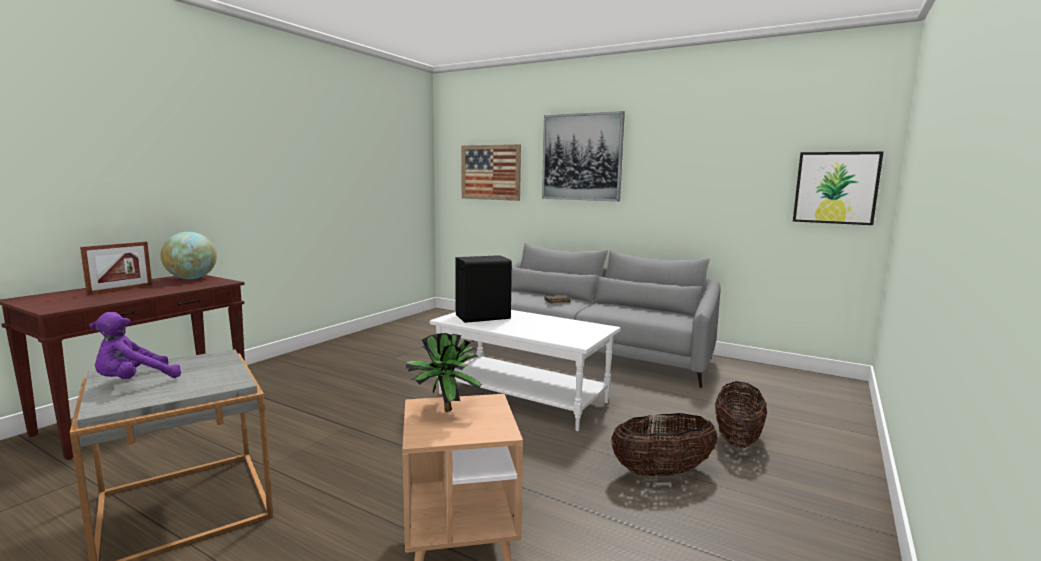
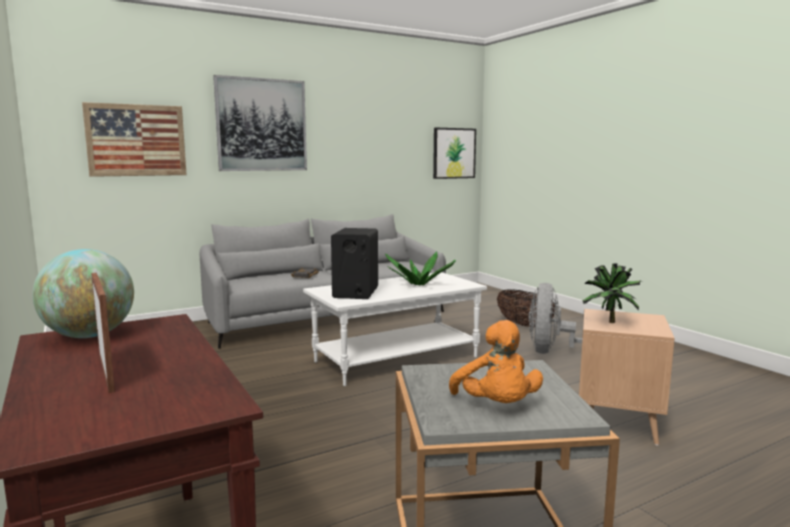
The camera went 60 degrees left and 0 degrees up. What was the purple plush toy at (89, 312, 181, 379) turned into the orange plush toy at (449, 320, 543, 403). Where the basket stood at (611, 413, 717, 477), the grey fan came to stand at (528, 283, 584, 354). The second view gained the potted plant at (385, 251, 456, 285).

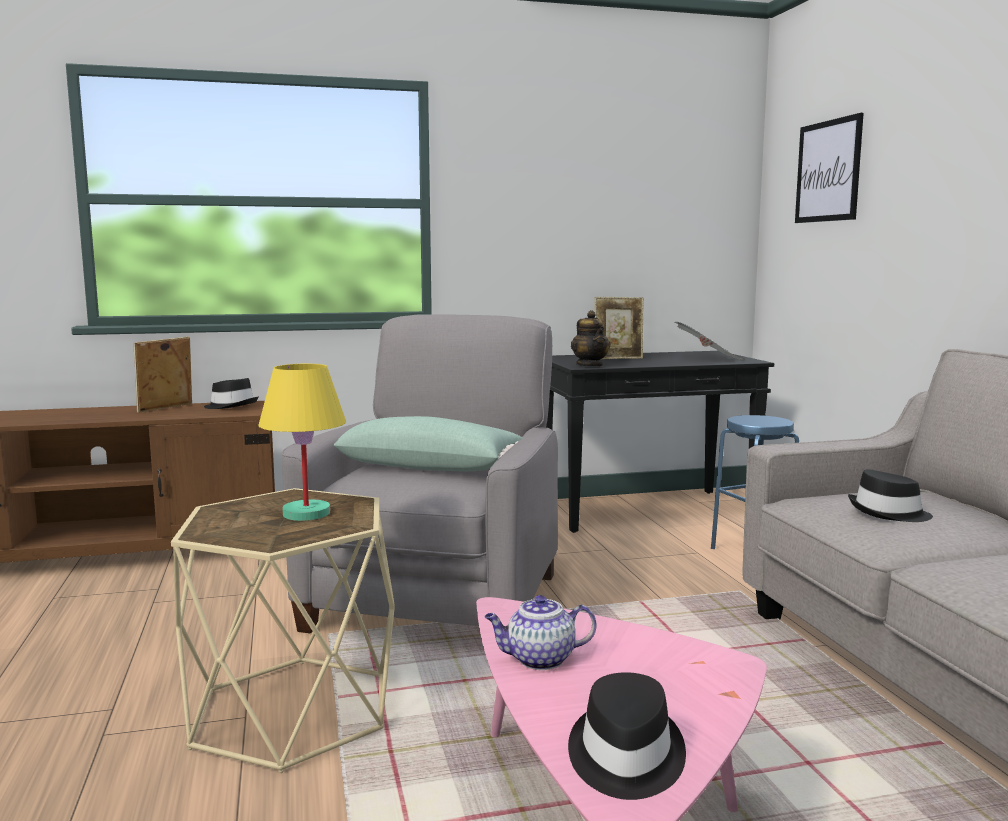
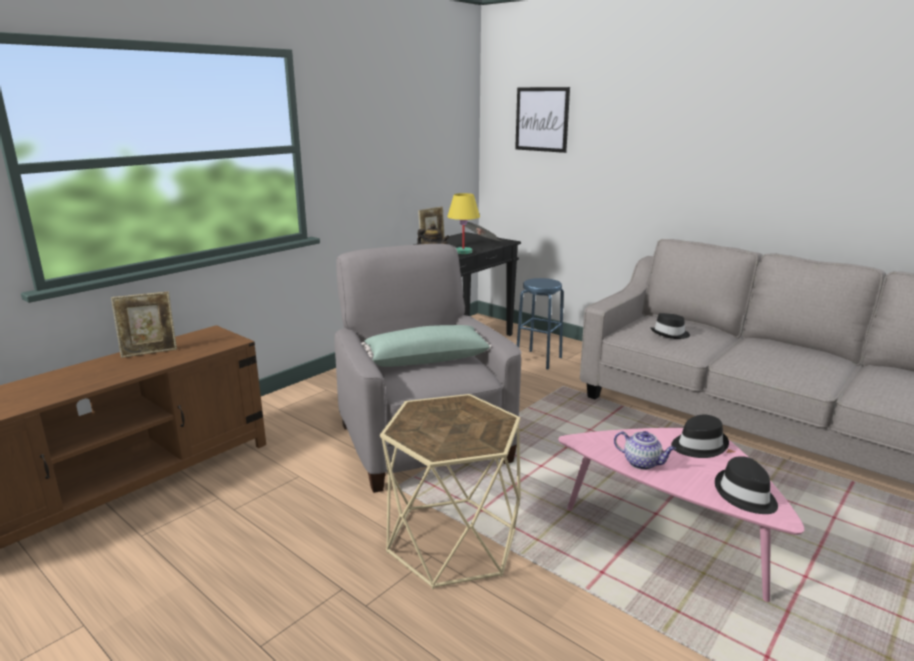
The camera went 35 degrees left and 10 degrees up. The picture frame at (133, 337, 192, 413) ended up facing another way, 120 degrees counterclockwise from before. The yellow table lamp ended up elsewhere, having gone from (258, 363, 346, 521) to (447, 193, 480, 254). The black hat ended up elsewhere, having gone from (204, 378, 259, 409) to (671, 414, 729, 458). The teapot at (484, 595, 596, 670) ended up facing another way, 105 degrees counterclockwise from before.

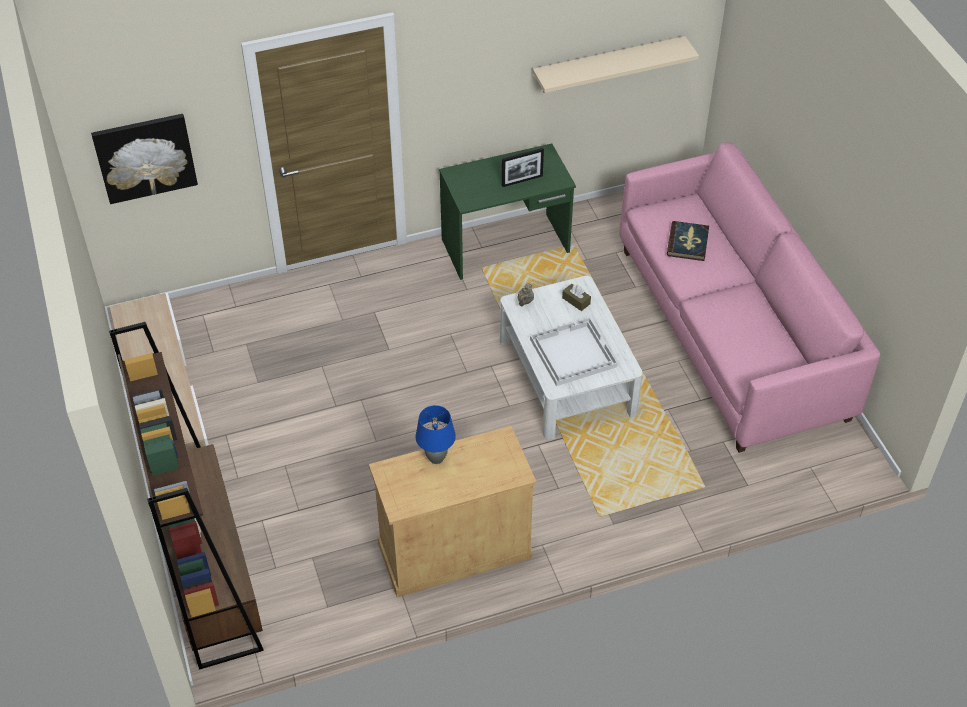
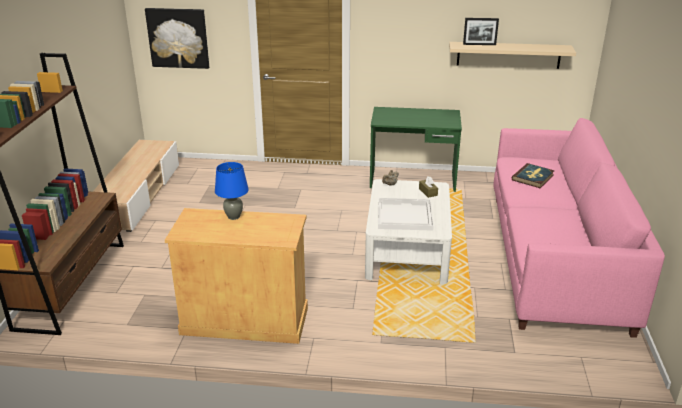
The camera went 25 degrees right and 20 degrees down. The picture frame ended up elsewhere, having gone from (502, 148, 544, 187) to (463, 18, 499, 45).

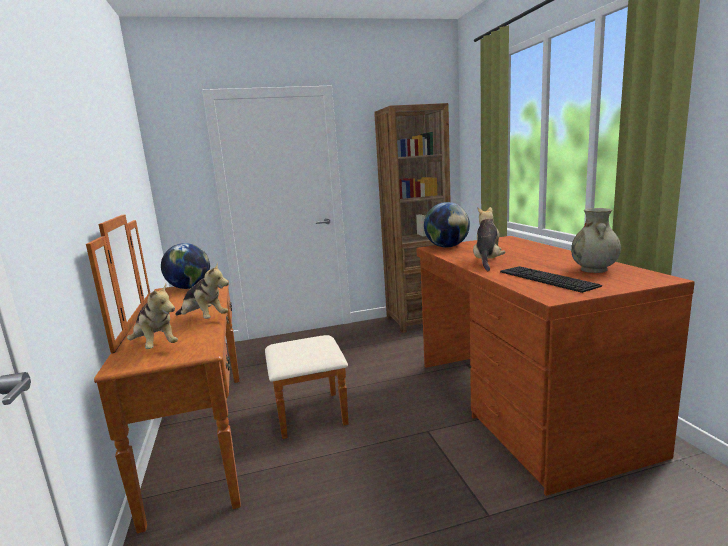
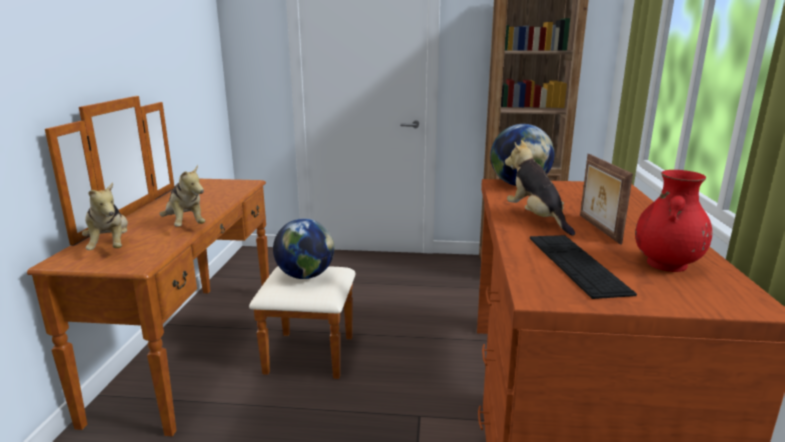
The camera went 20 degrees right and 5 degrees up. The plush toy at (473, 207, 505, 271) ended up facing another way, 60 degrees counterclockwise from before. What was the beige vase at (571, 208, 621, 273) turned into the red vase at (635, 170, 712, 272). The globe ended up elsewhere, having gone from (161, 243, 210, 289) to (273, 218, 334, 279). The second view gained the picture frame at (580, 154, 633, 245).

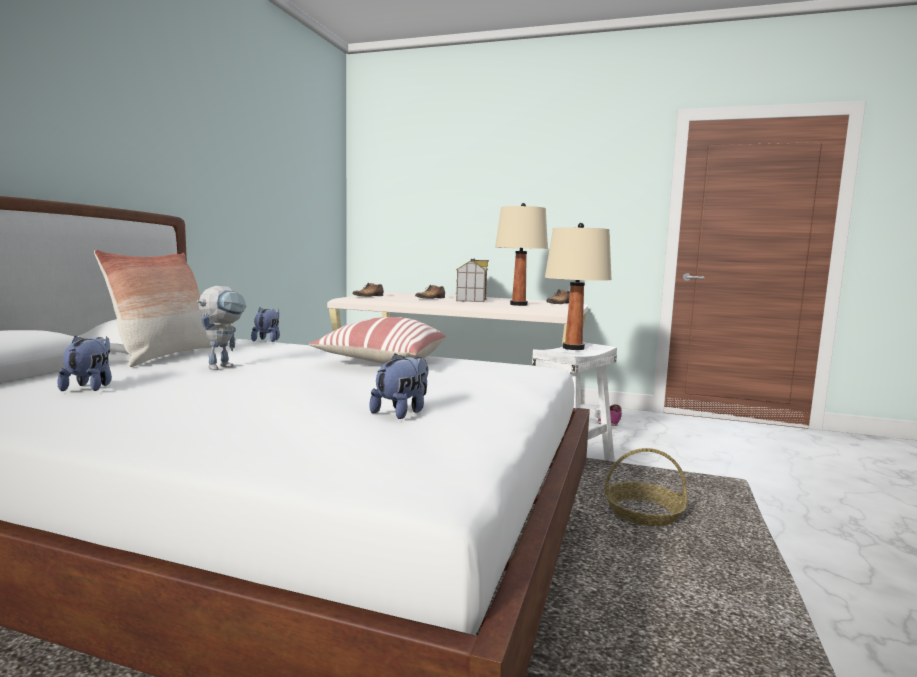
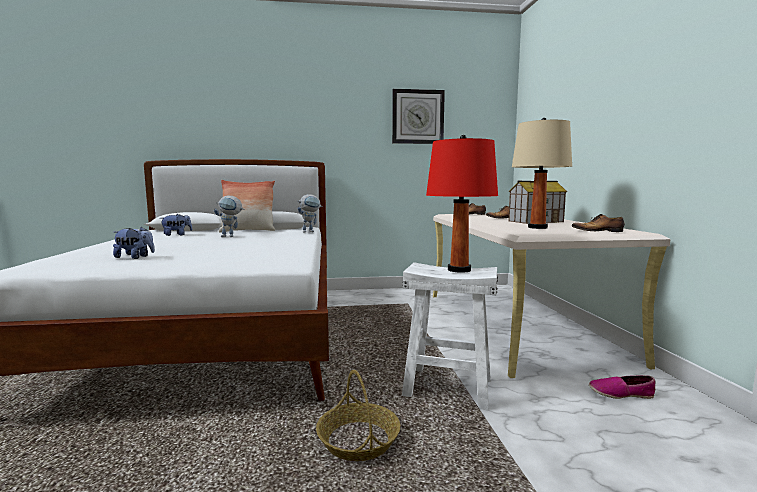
The camera went 65 degrees right and 0 degrees up. What was the beige table lamp at (545, 223, 612, 350) turned into the red table lamp at (426, 135, 498, 273). Where the plush toy stood at (251, 307, 280, 342), the toy robot came to stand at (297, 194, 323, 233). The second view lost the pillow at (309, 317, 446, 364). The second view gained the wall clock at (392, 89, 445, 144).

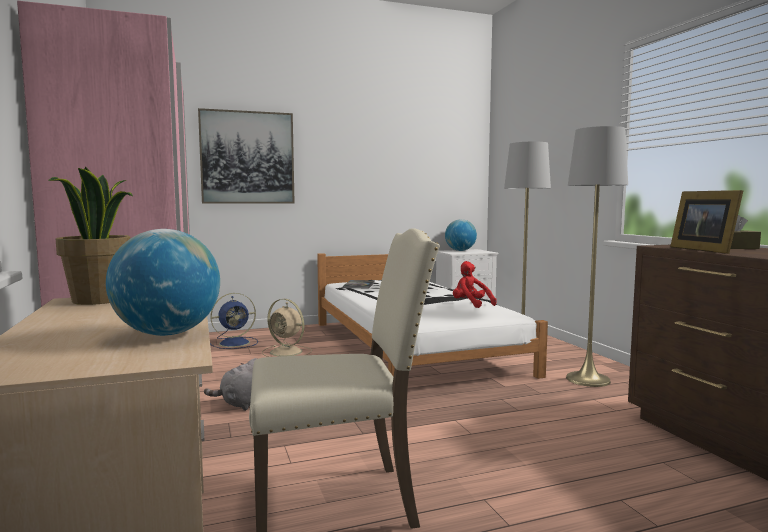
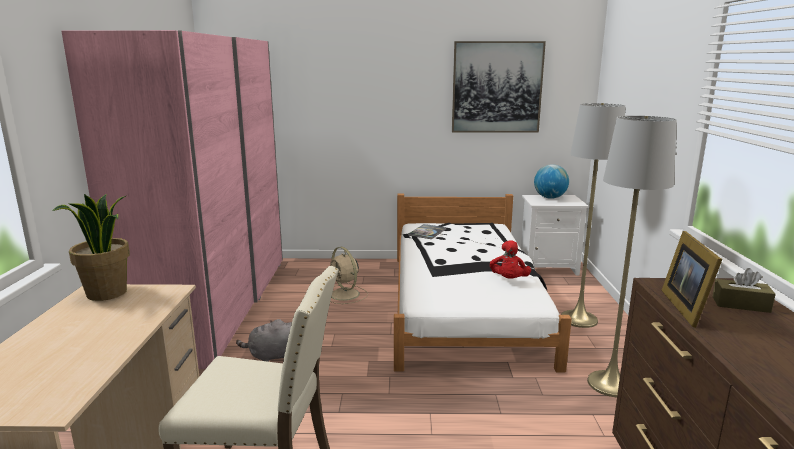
The camera went 20 degrees right and 10 degrees up. The picture ended up elsewhere, having gone from (198, 108, 295, 204) to (452, 41, 546, 133). The second view lost the globe at (106, 229, 220, 336). The red plush toy at (453, 261, 497, 308) ended up facing another way, 150 degrees counterclockwise from before. The second view lost the blue fan at (210, 293, 258, 349).

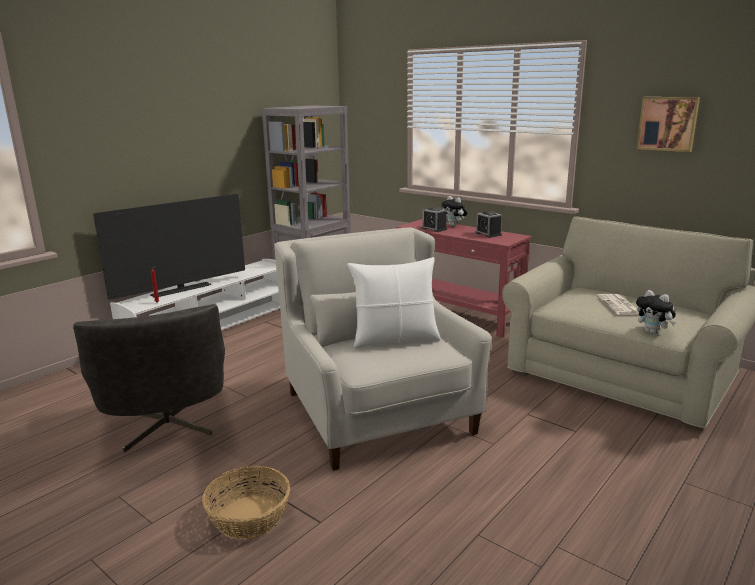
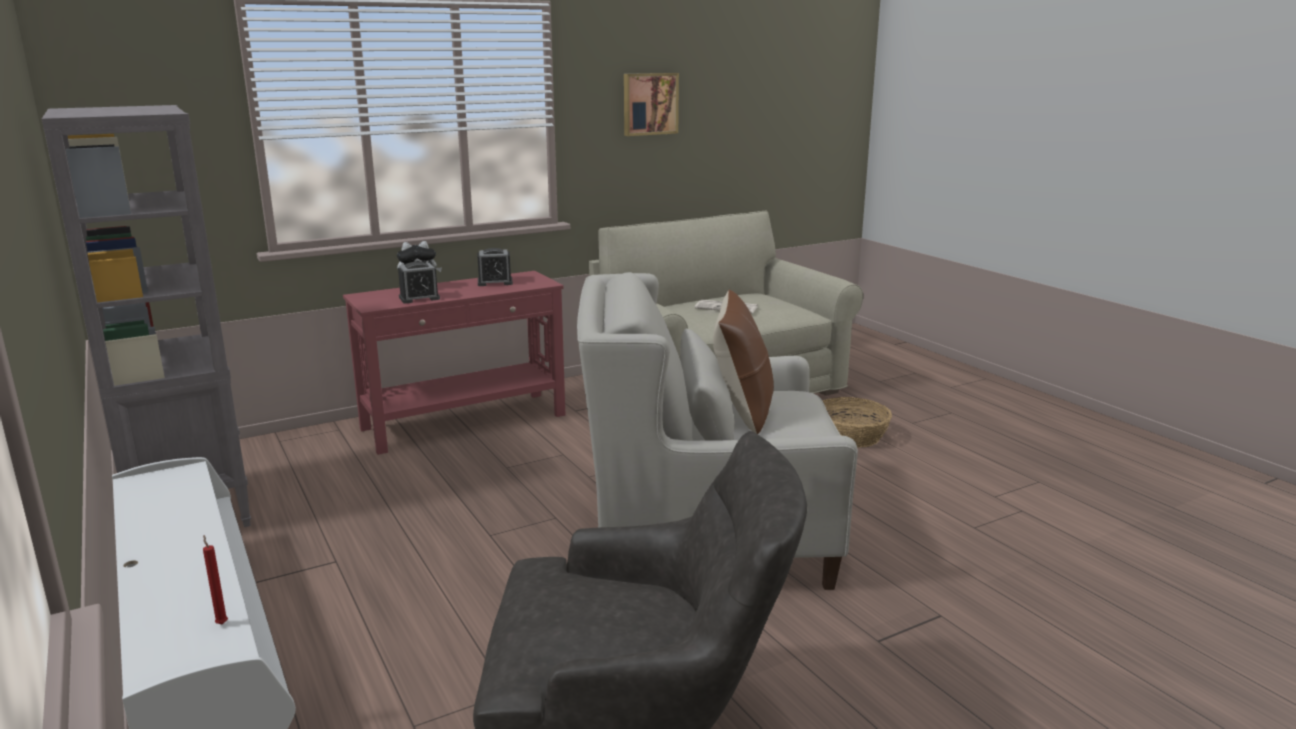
The camera went 70 degrees left and 0 degrees up. The second view lost the television at (93, 194, 245, 300). What was the white pillow at (347, 257, 441, 348) turned into the brown pillow at (713, 290, 774, 434). The second view lost the plush toy at (636, 290, 676, 334). The basket ended up elsewhere, having gone from (202, 466, 290, 539) to (823, 397, 892, 448).

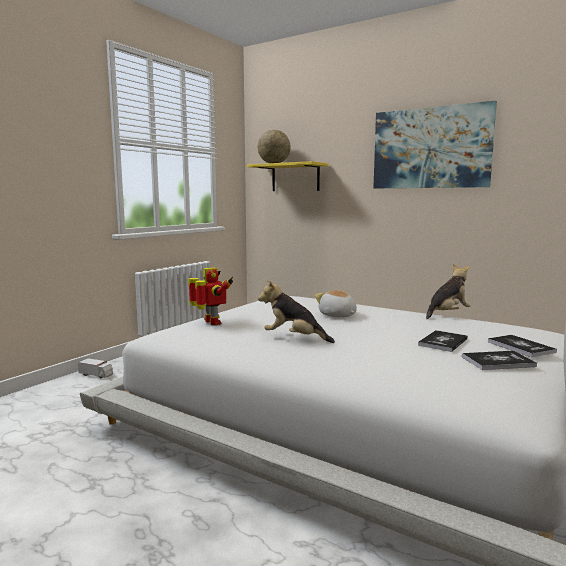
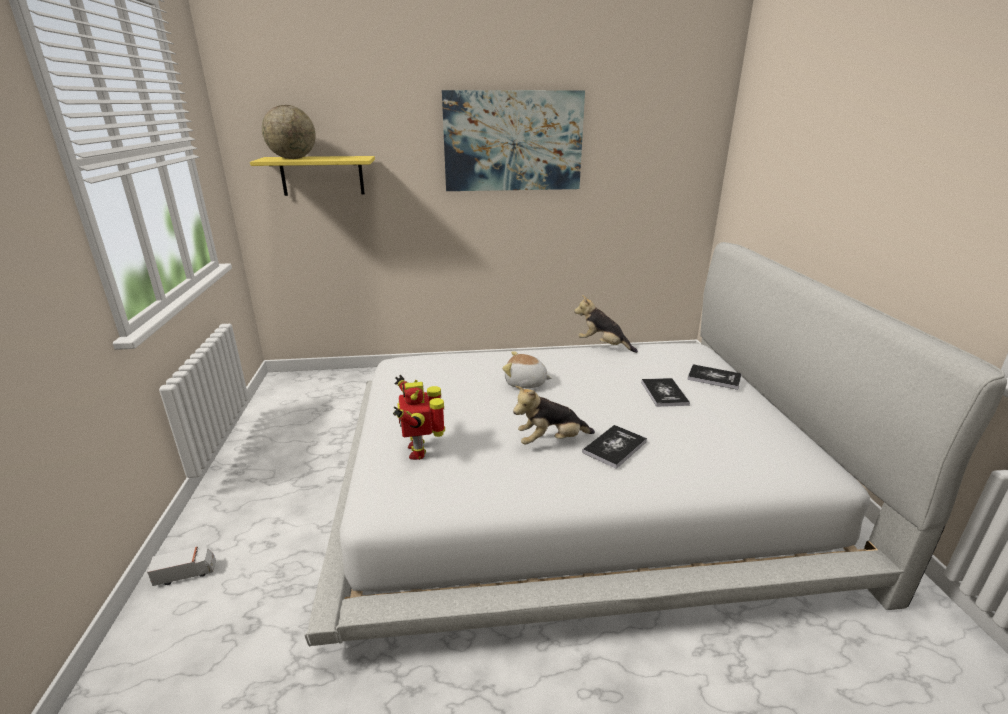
The camera went 40 degrees left and 15 degrees up. The plush toy at (426, 264, 471, 319) ended up facing another way, 75 degrees counterclockwise from before. The toy robot at (188, 267, 234, 325) ended up facing another way, 120 degrees counterclockwise from before. The book ended up elsewhere, having gone from (462, 351, 537, 370) to (582, 425, 647, 469).

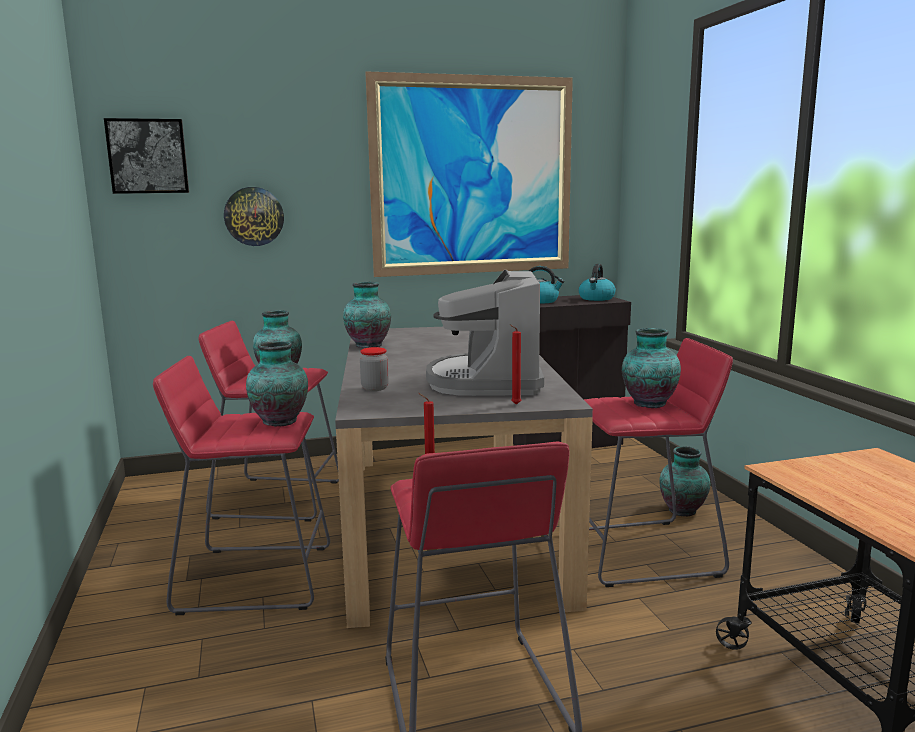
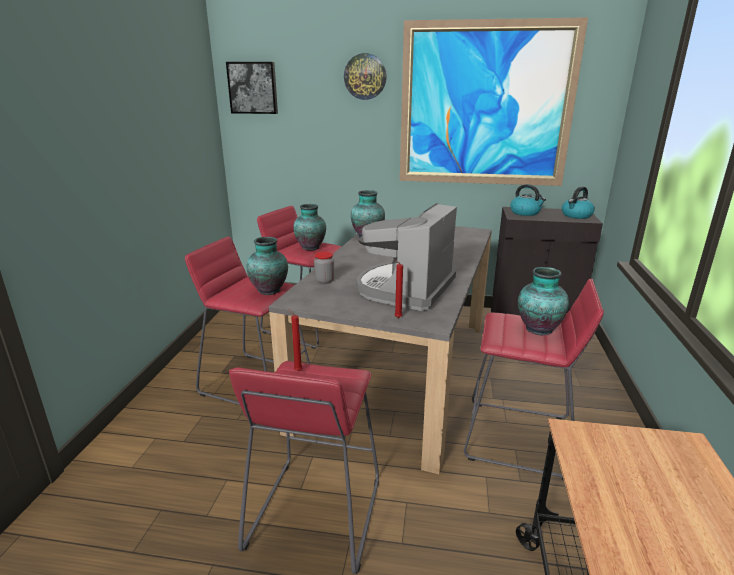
The camera went 25 degrees right and 10 degrees up. The wall clock ended up elsewhere, having gone from (224, 187, 284, 246) to (344, 53, 387, 100). The second view lost the vase at (659, 446, 710, 516).

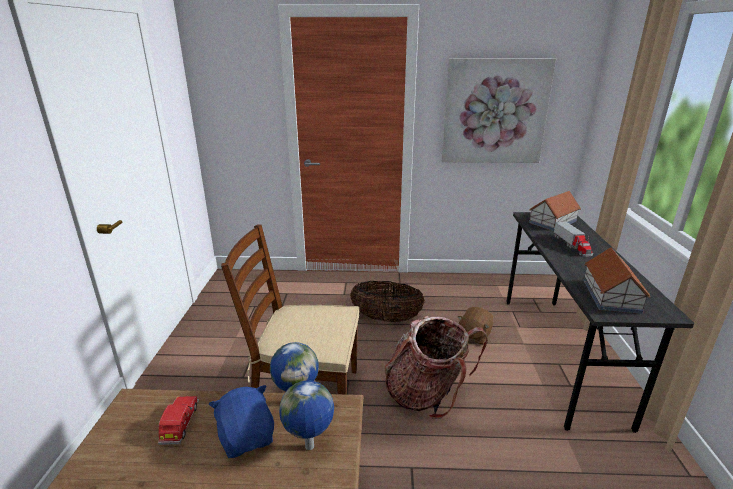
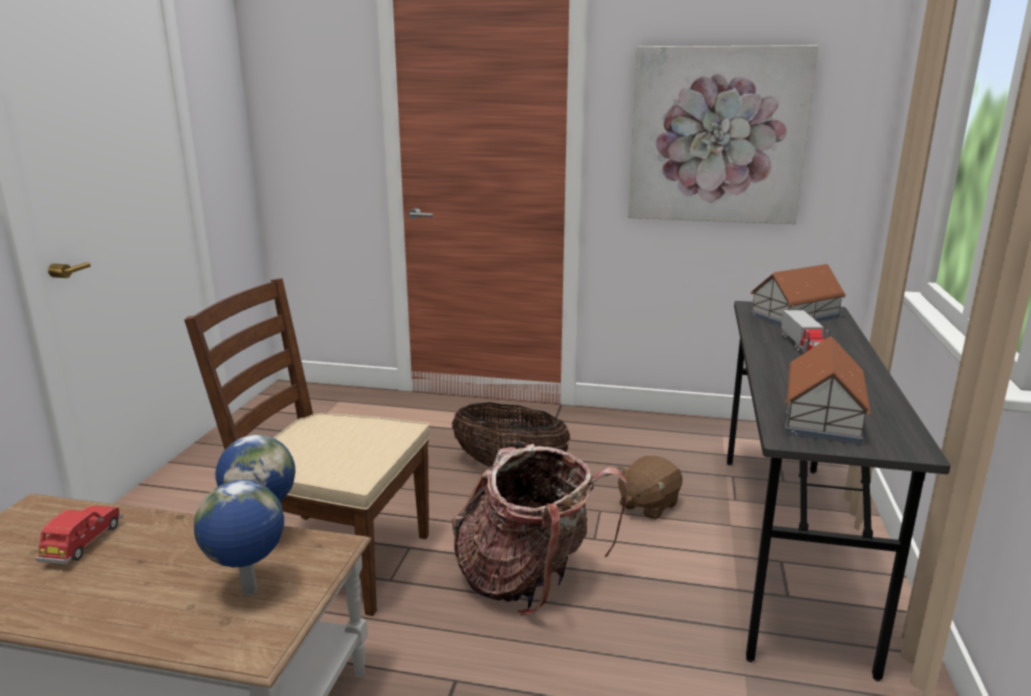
The camera went 10 degrees right and 5 degrees down. The second view lost the blue plush toy at (209, 385, 274, 458).

